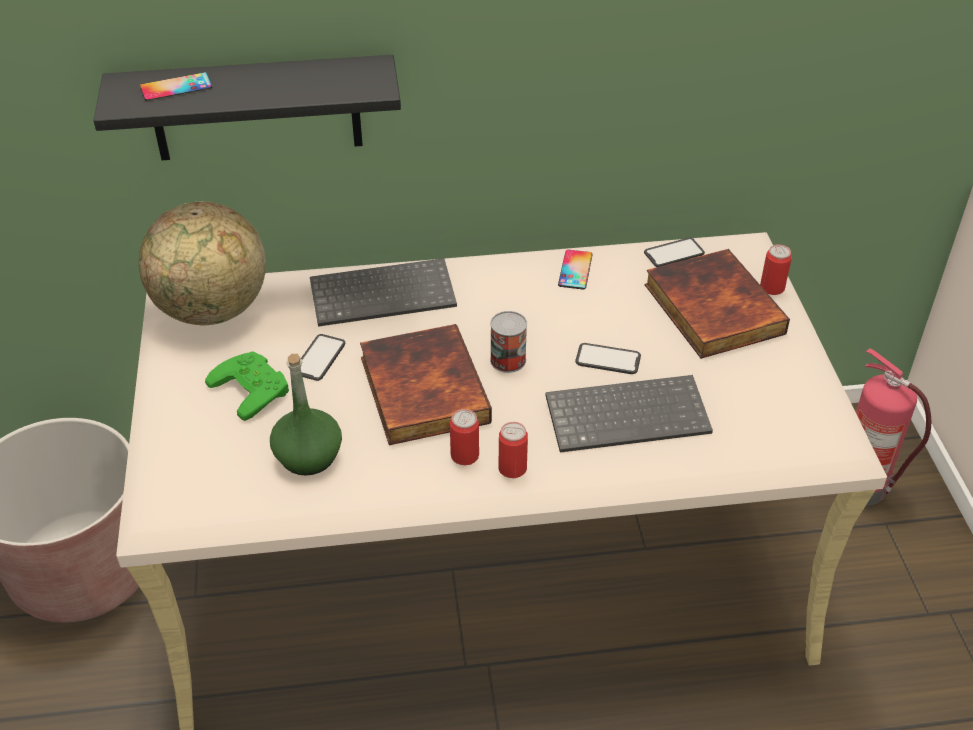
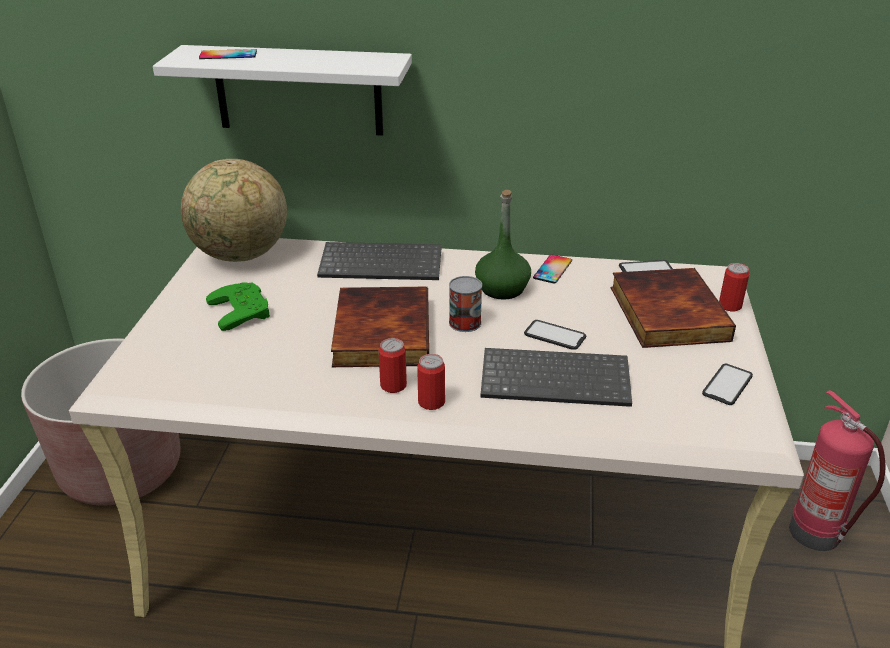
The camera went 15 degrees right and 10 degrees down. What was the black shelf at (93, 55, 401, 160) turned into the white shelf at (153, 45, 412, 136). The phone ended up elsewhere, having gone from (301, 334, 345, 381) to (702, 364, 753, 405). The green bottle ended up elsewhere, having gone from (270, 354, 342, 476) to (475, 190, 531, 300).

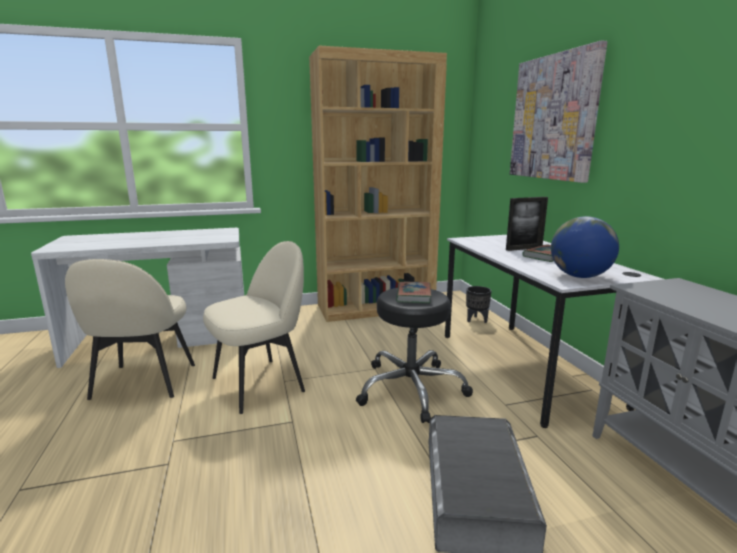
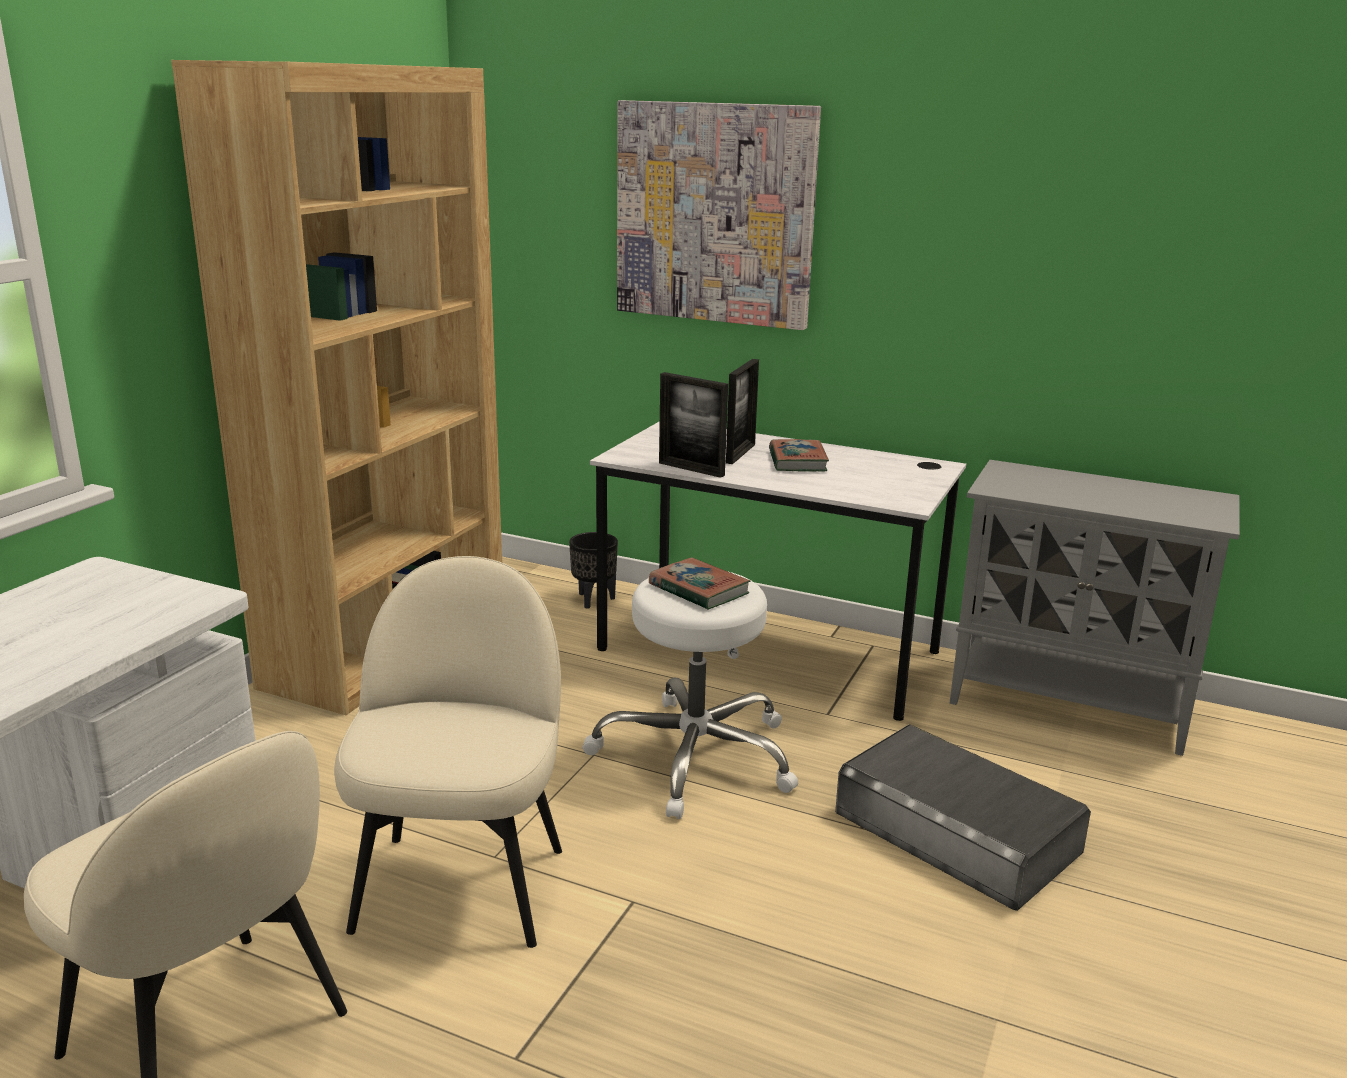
The camera went 50 degrees left and 5 degrees up. The second view lost the globe at (551, 216, 619, 278). What was the black stool at (356, 288, 473, 423) turned into the white stool at (582, 571, 798, 819). The second view gained the picture frame at (659, 372, 728, 478).

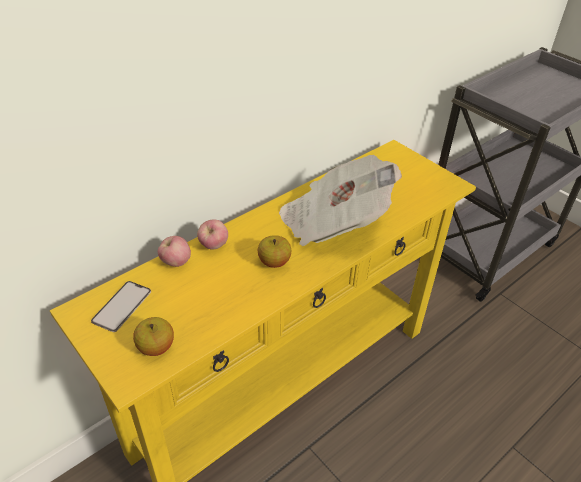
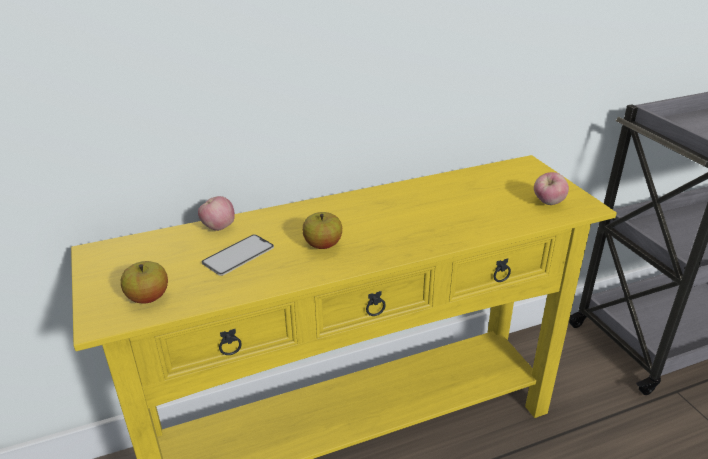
The camera went 20 degrees right and 10 degrees down. The second view lost the newspaper at (279, 155, 402, 246). The apple ended up elsewhere, having gone from (197, 220, 228, 250) to (534, 172, 569, 205). The phone ended up elsewhere, having gone from (91, 281, 151, 332) to (202, 234, 274, 276).

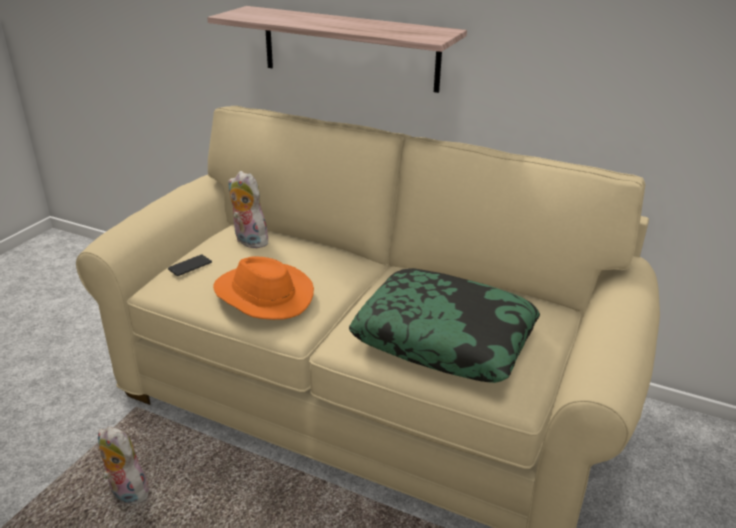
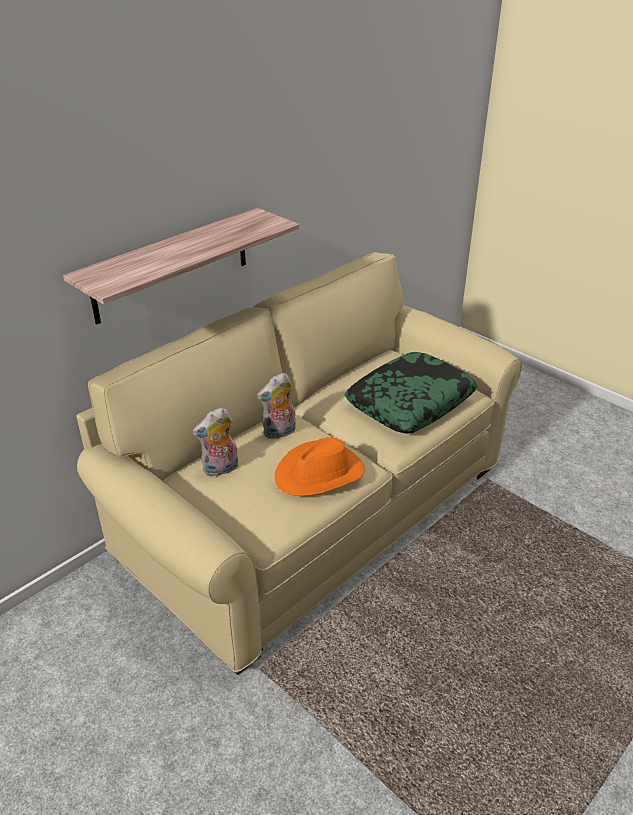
The camera went 70 degrees left and 5 degrees up. The second view lost the phone at (168, 255, 212, 276). The plush toy ended up elsewhere, having gone from (98, 427, 152, 505) to (257, 373, 296, 439).

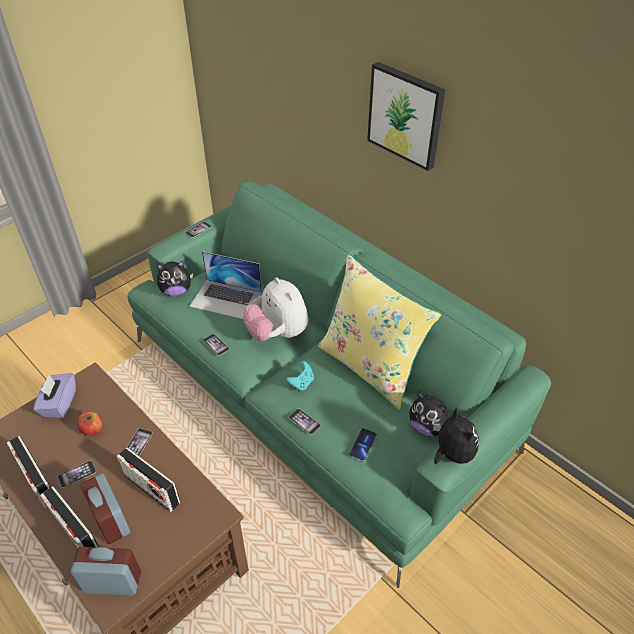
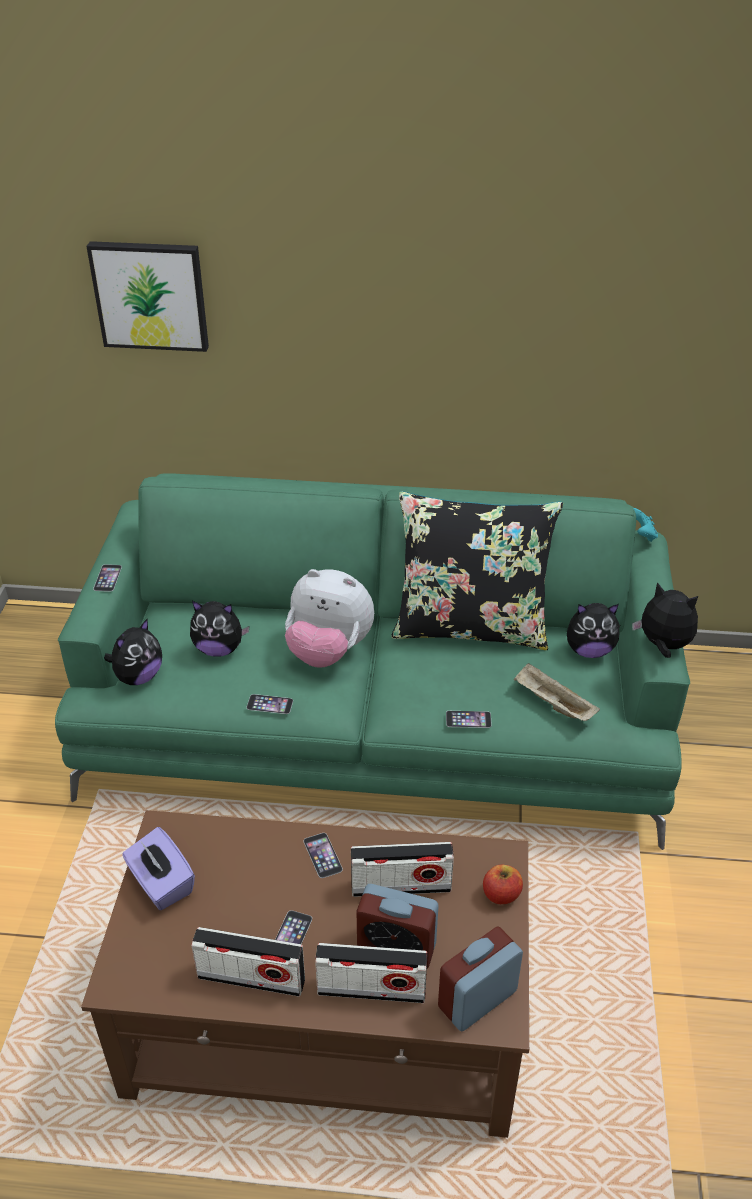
The camera went 40 degrees left and 5 degrees down. The picture ended up elsewhere, having gone from (367, 62, 445, 171) to (86, 241, 209, 352). Where the laptop stood at (189, 251, 262, 320), the plush toy came to stand at (190, 601, 250, 657). What was the yellow pillow at (318, 254, 441, 410) turned into the black pillow at (391, 491, 563, 650). The turquoise game controller ended up elsewhere, having gone from (286, 361, 314, 391) to (633, 508, 658, 542). The apple ended up elsewhere, having gone from (77, 412, 103, 436) to (483, 865, 523, 904). Where the phone stood at (349, 428, 377, 461), the beige tray came to stand at (514, 663, 600, 721).

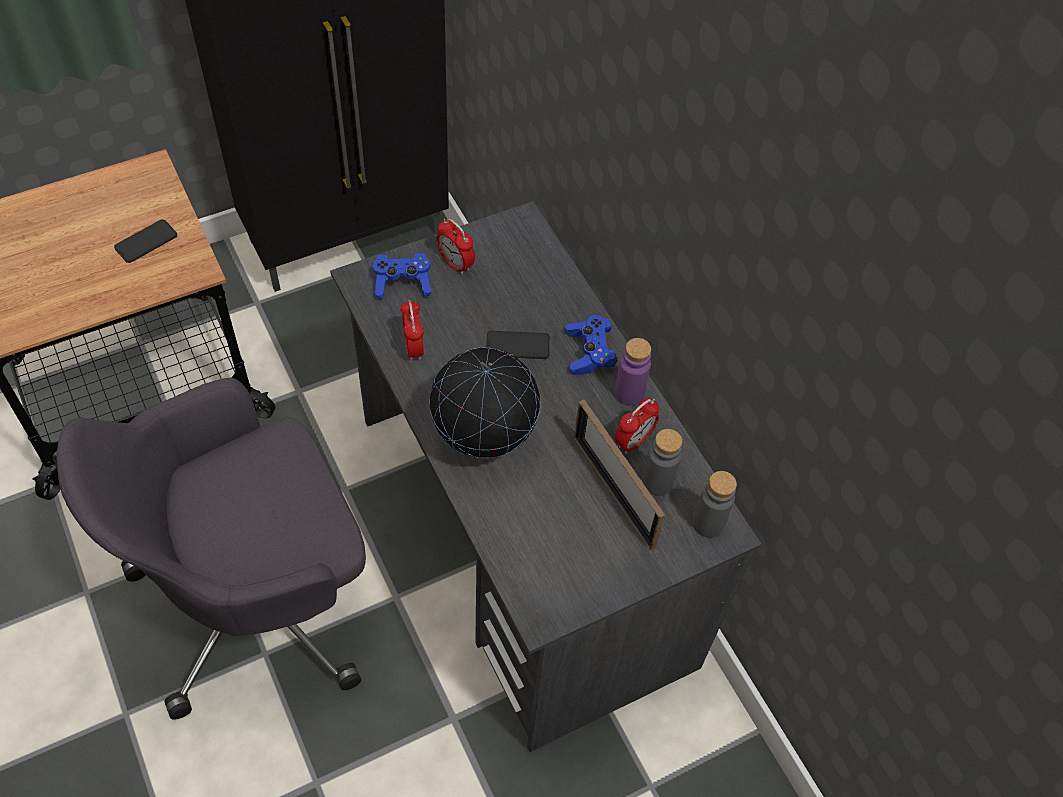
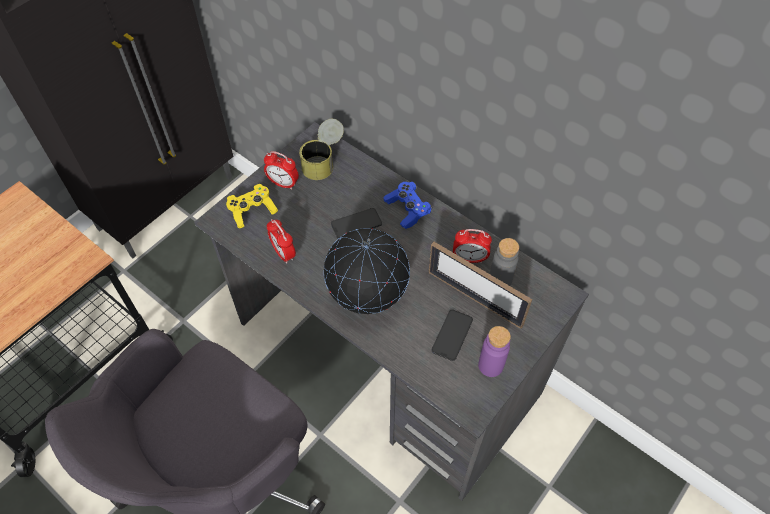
The camera went 20 degrees left and 0 degrees up. The phone ended up elsewhere, having gone from (114, 219, 177, 263) to (432, 310, 473, 361). What was the blue game controller at (372, 253, 432, 298) turned into the yellow game controller at (226, 184, 278, 229). The purple bottle ended up elsewhere, having gone from (614, 338, 651, 406) to (478, 326, 511, 377). The alarm clock at (615, 398, 660, 454) ended up facing another way, 75 degrees clockwise from before. The second view lost the grey bottle at (692, 471, 737, 538). The second view gained the can at (299, 118, 344, 180).

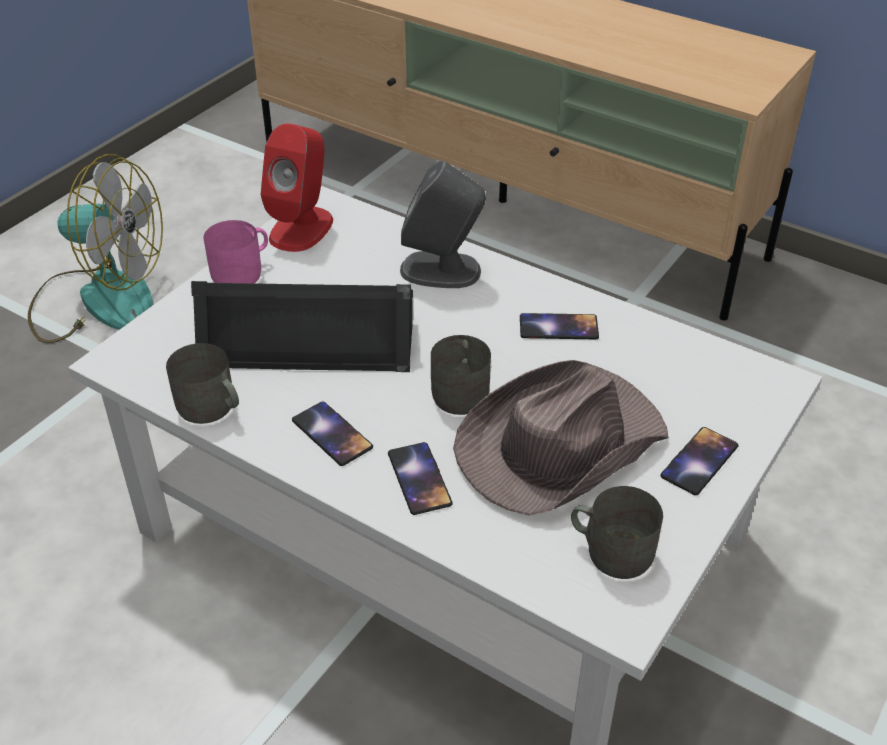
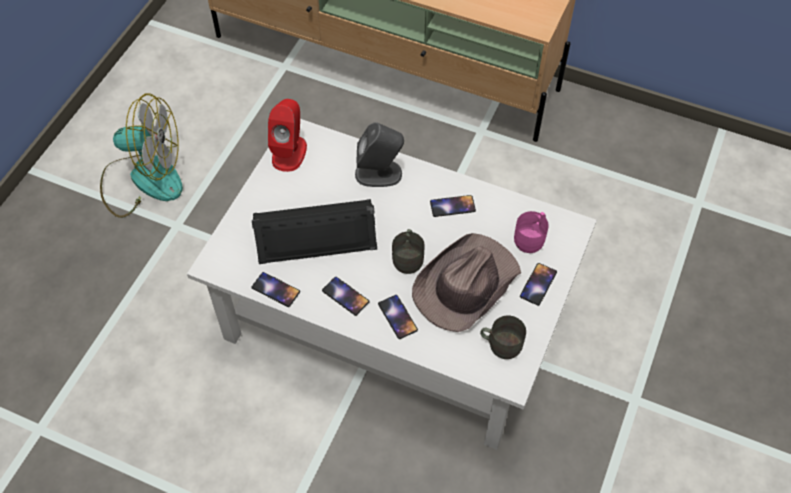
The camera went 10 degrees left and 15 degrees up. The pink mug ended up elsewhere, having gone from (203, 220, 268, 283) to (514, 211, 549, 253). Where the grey mug stood at (166, 343, 239, 424), the phone came to stand at (251, 272, 300, 307).

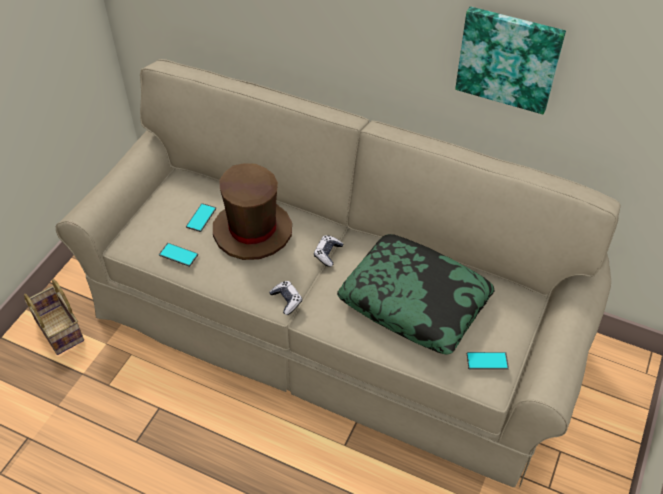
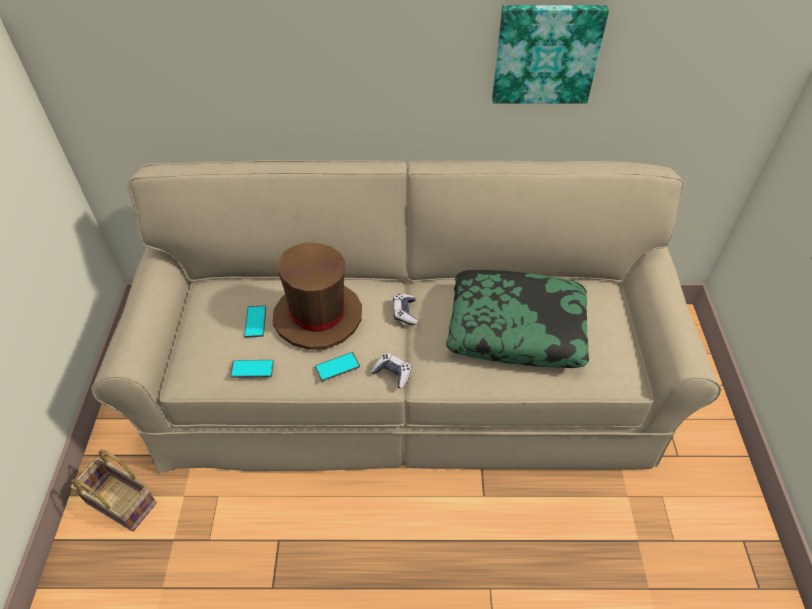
The camera went 25 degrees left and 0 degrees up. The phone ended up elsewhere, having gone from (467, 352, 509, 370) to (315, 352, 360, 381).

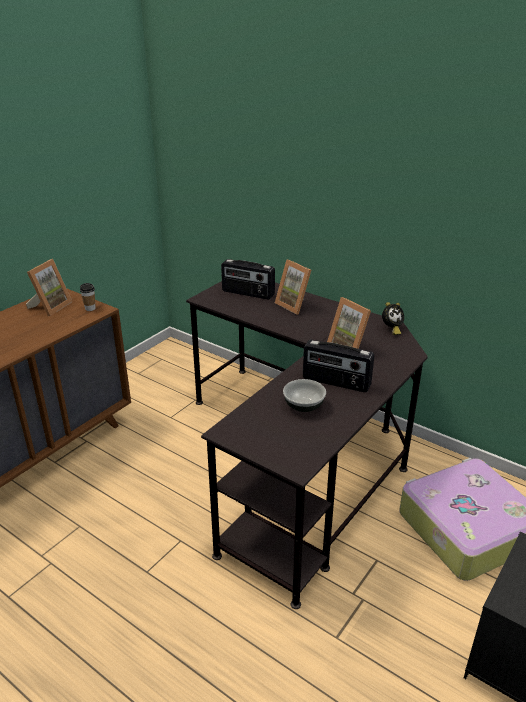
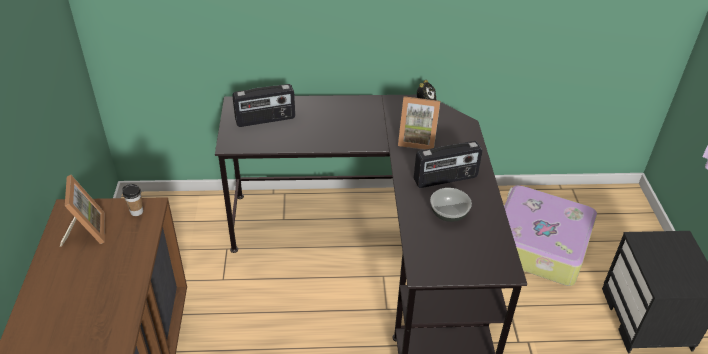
The camera went 40 degrees left and 10 degrees up. The second view lost the picture frame at (275, 259, 311, 314).

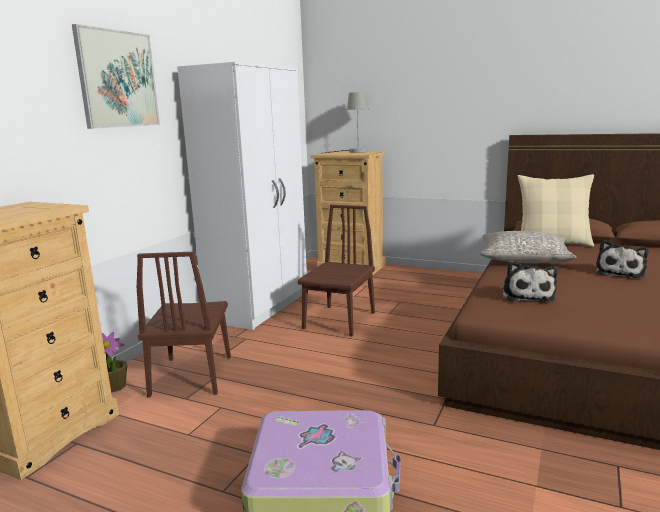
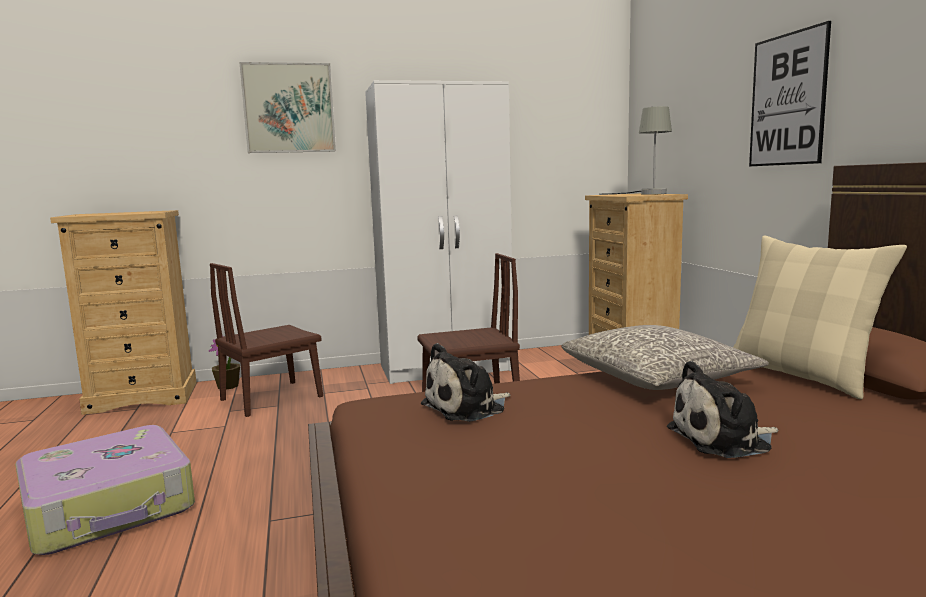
The camera went 50 degrees right and 5 degrees down. The second view gained the picture at (749, 21, 831, 166).

